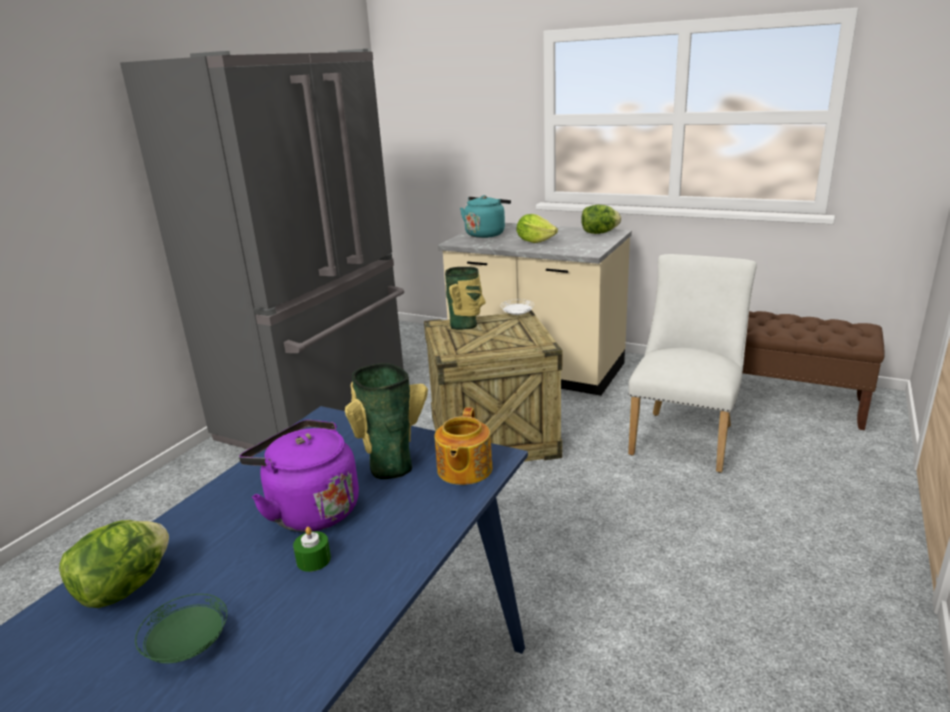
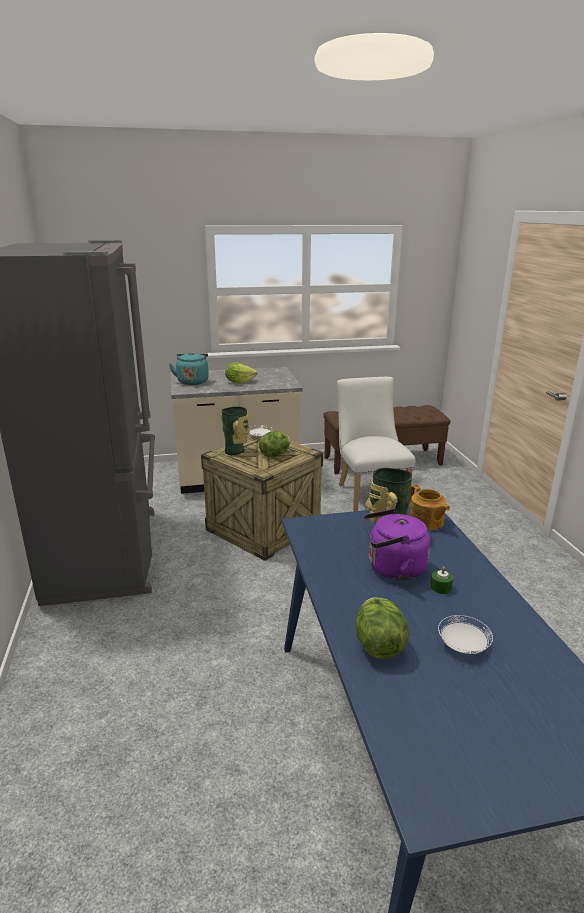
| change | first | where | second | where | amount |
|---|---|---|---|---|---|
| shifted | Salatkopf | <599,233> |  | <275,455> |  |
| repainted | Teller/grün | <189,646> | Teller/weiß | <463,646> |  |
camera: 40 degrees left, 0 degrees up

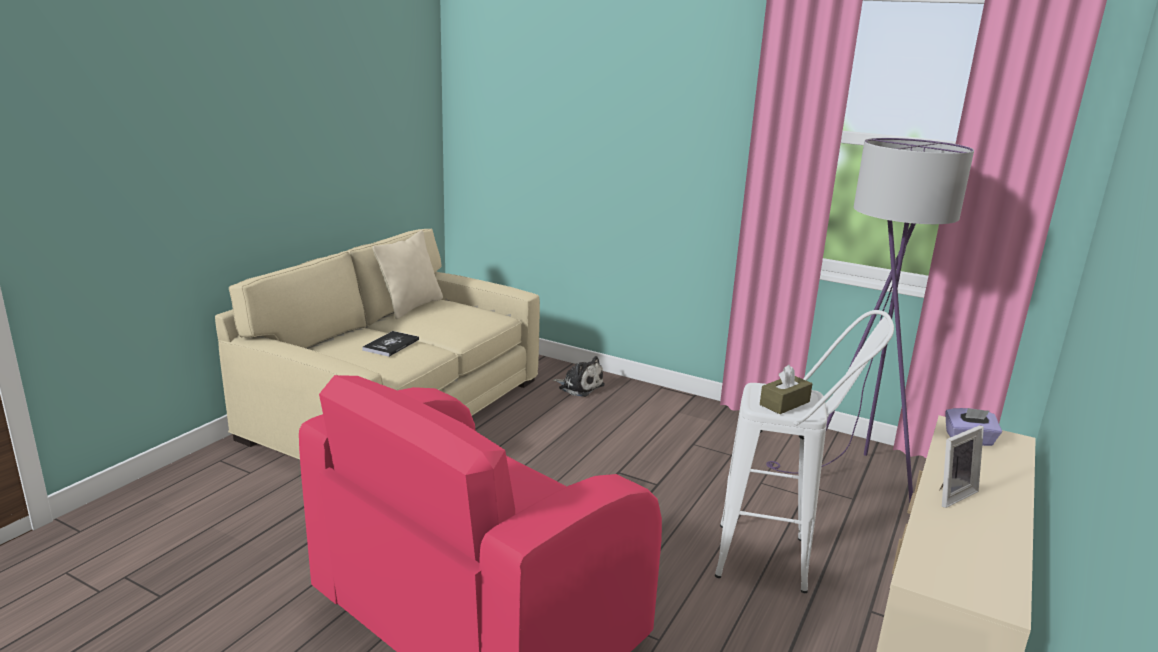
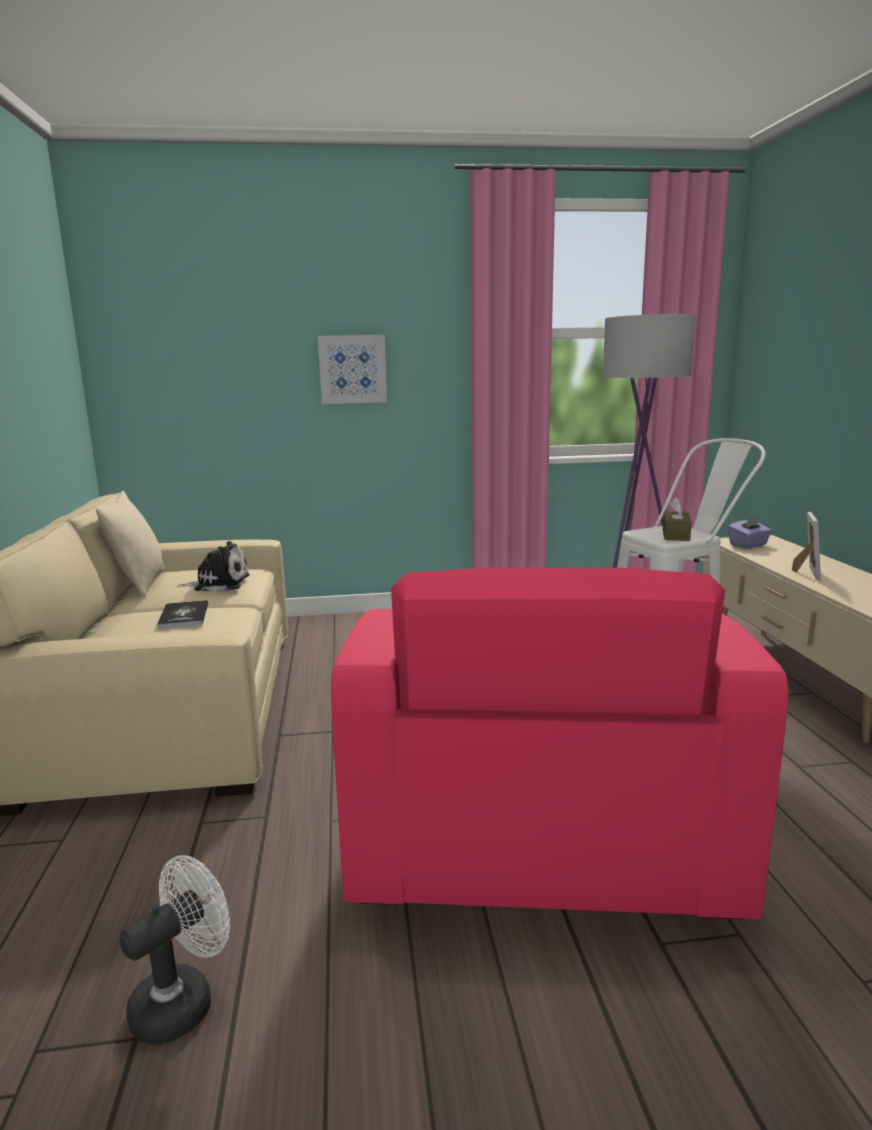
| change | first | where | second | where | amount |
|---|---|---|---|---|---|
| new |  |  | Ventilator/weiß | <183,1000> |  |
| shifted | Plüschtier | <579,386> |  | <218,584> |  |
| new |  |  | Bild | <352,369> |  |
camera: 35 degrees left, 5 degrees down

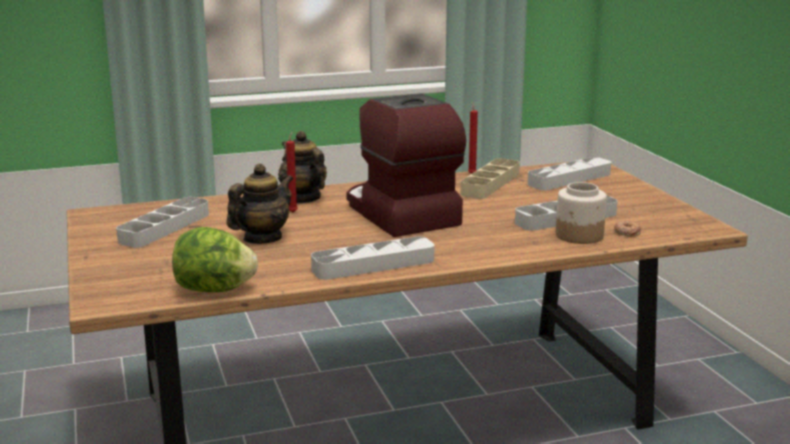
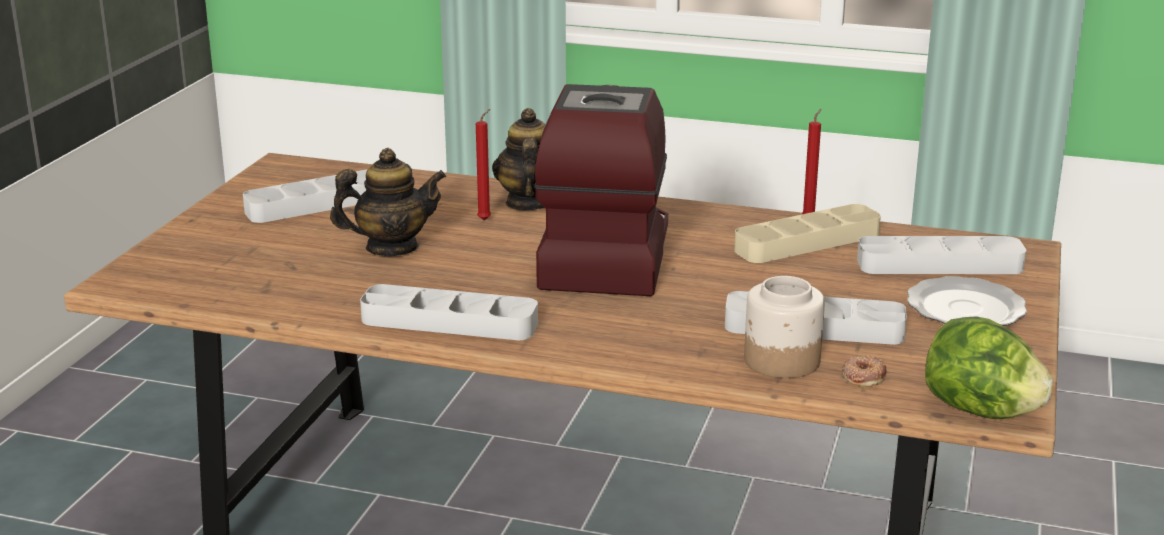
| change | first | where | second | where | amount |
|---|---|---|---|---|---|
| new |  |  | Teller | <963,308> |  |
| shifted | Salatkopf | <214,290> |  | <980,411> |  |
camera: 35 degrees right, 5 degrees up

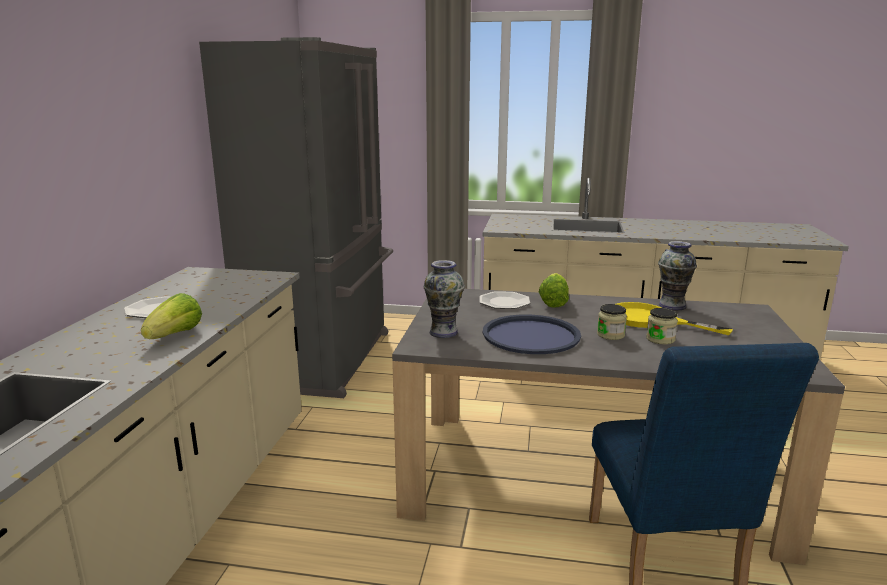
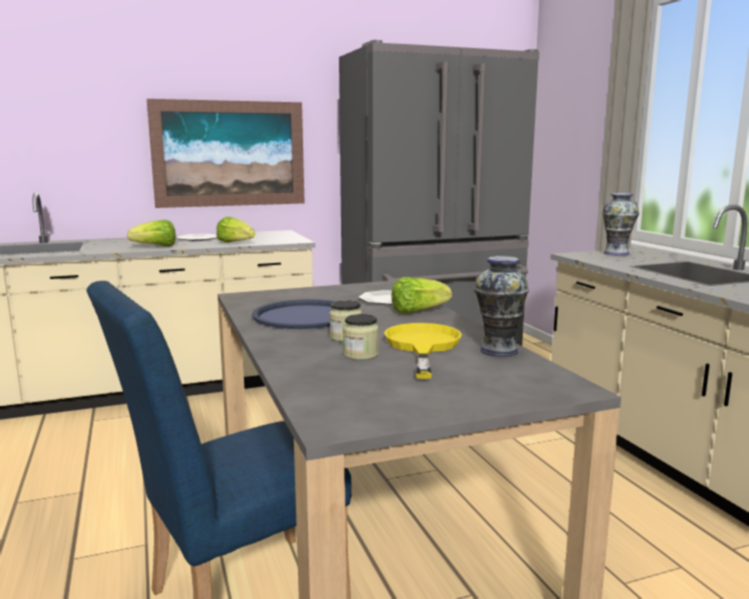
| change | first | where | second | where | amount |
|---|---|---|---|---|---|
| new |  |  | Bild | <229,154> |  |
| new |  |  | Salatkopf | <235,243> |  |
| shifted | Vase | <443,332> |  | <616,253> |  |
camera: 60 degrees right, 5 degrees down

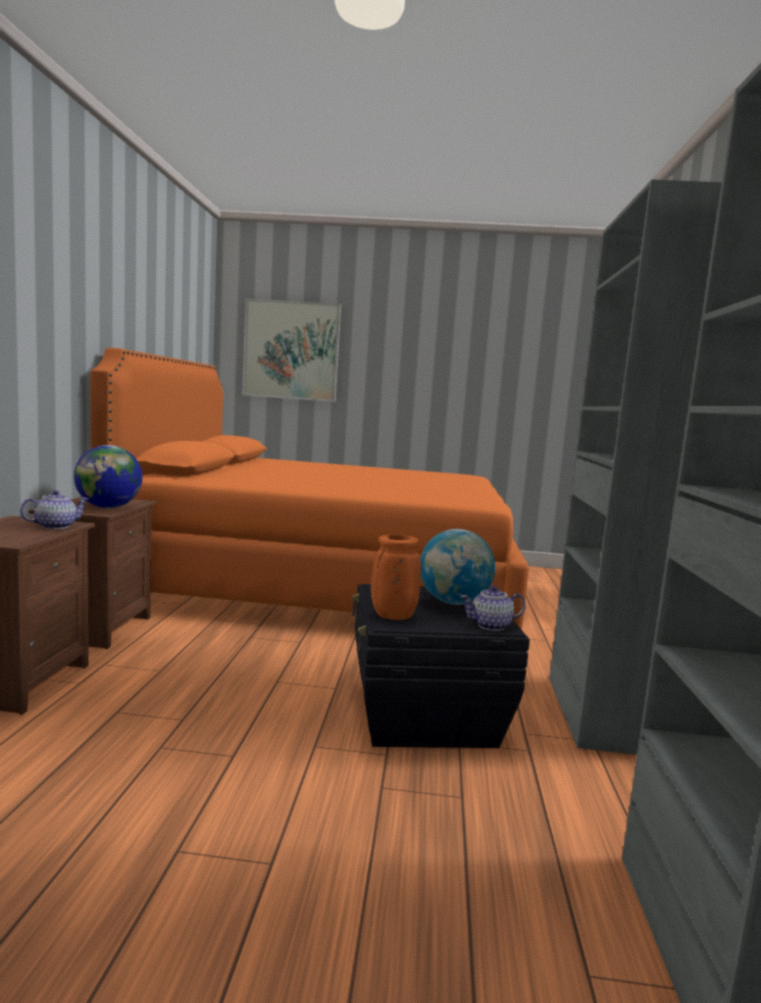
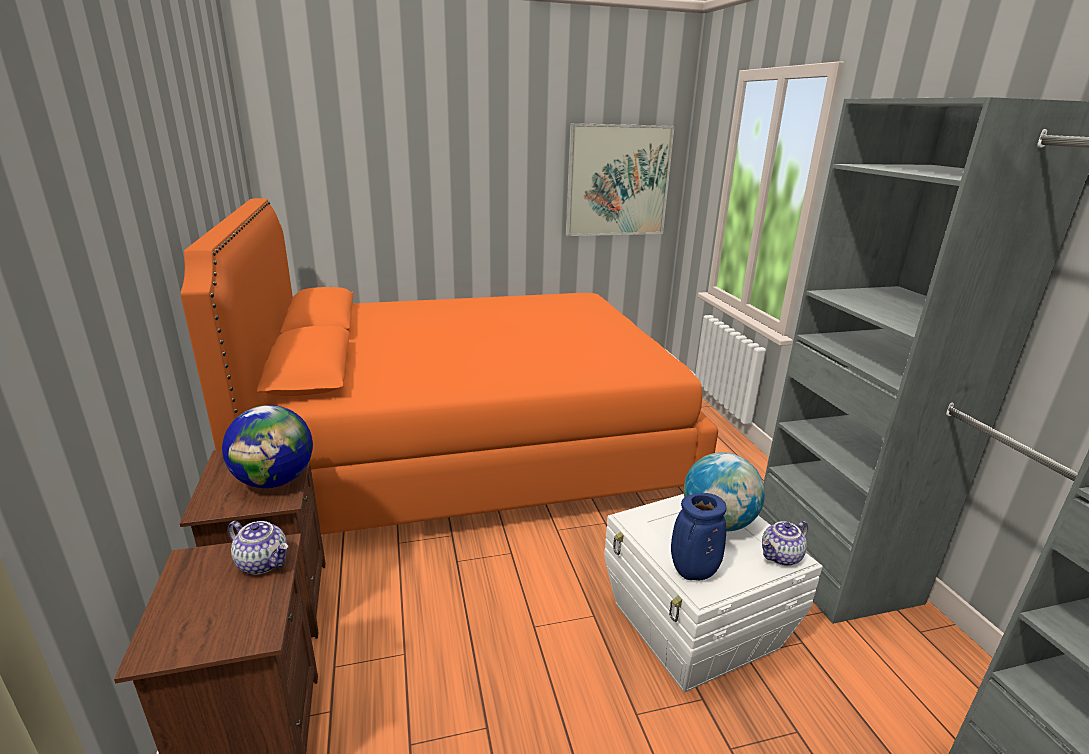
| change | first | where | second | where | amount |
|---|---|---|---|---|---|
| rotated | Teekanne | <56,526> |  | <263,562> | 90 degrees clockwise |
| shifted | Bild | <291,350> |  | <618,181> |  |
| repainted | Aufbewahrungsbox/schwarz | <424,715> | Aufbewahrungsbox/weiß | <694,627> |  |
| repainted | Vase/orange | <392,616> | Vase/blau | <693,573> |  |
camera: 20 degrees left, 15 degrees up

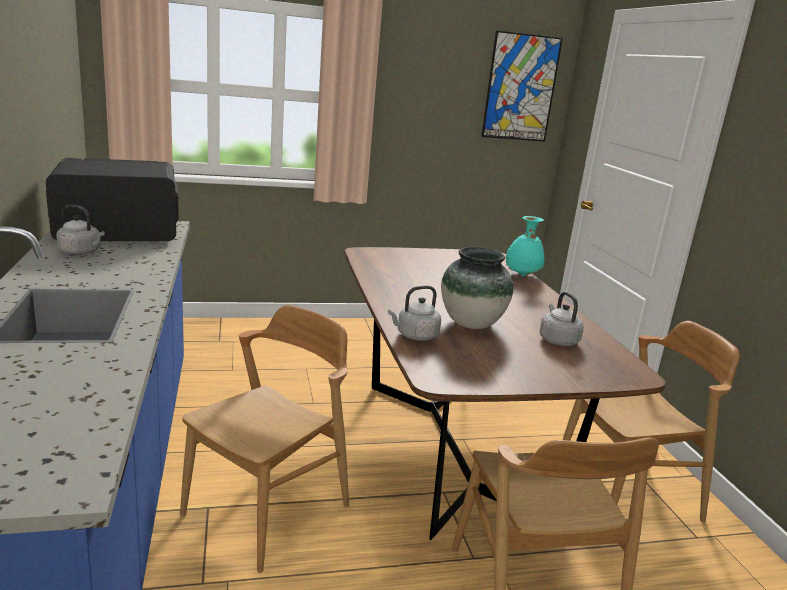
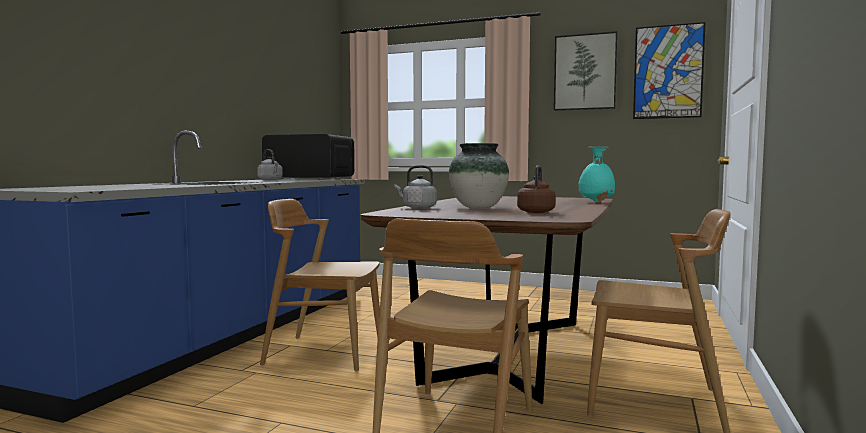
| change | first | where | second | where | amount |
|---|---|---|---|---|---|
| rotated | Stuhl/braun | <268,510> |  | <324,352> | 150 degrees counterclockwise |
| repainted | Wasserkessel/grau | <557,340> | Wasserkessel/braun | <536,212> |  |
| new |  |  | Bild | <585,72> |  |
camera: 35 degrees right, 15 degrees down

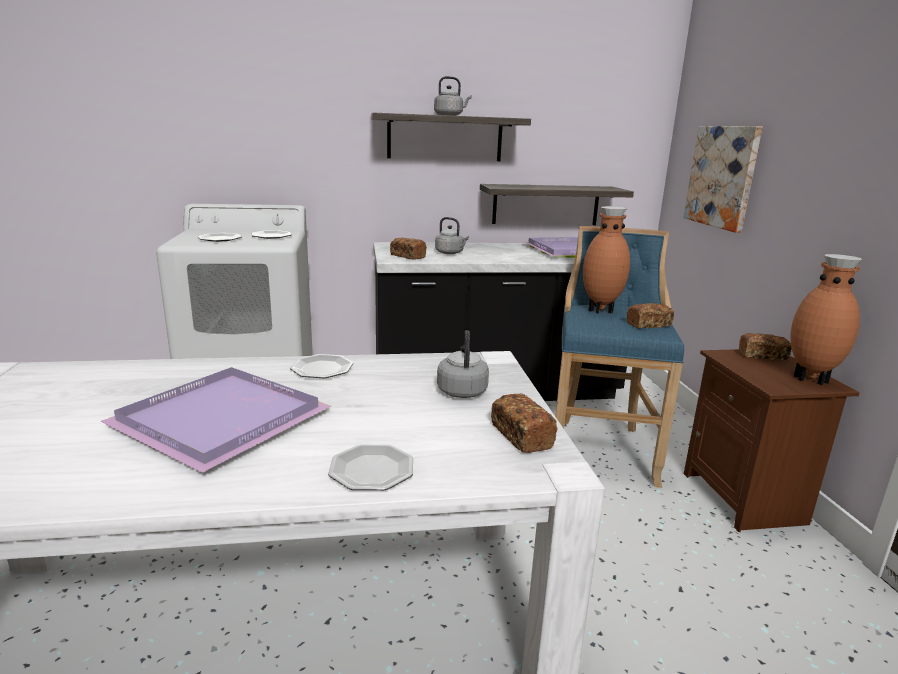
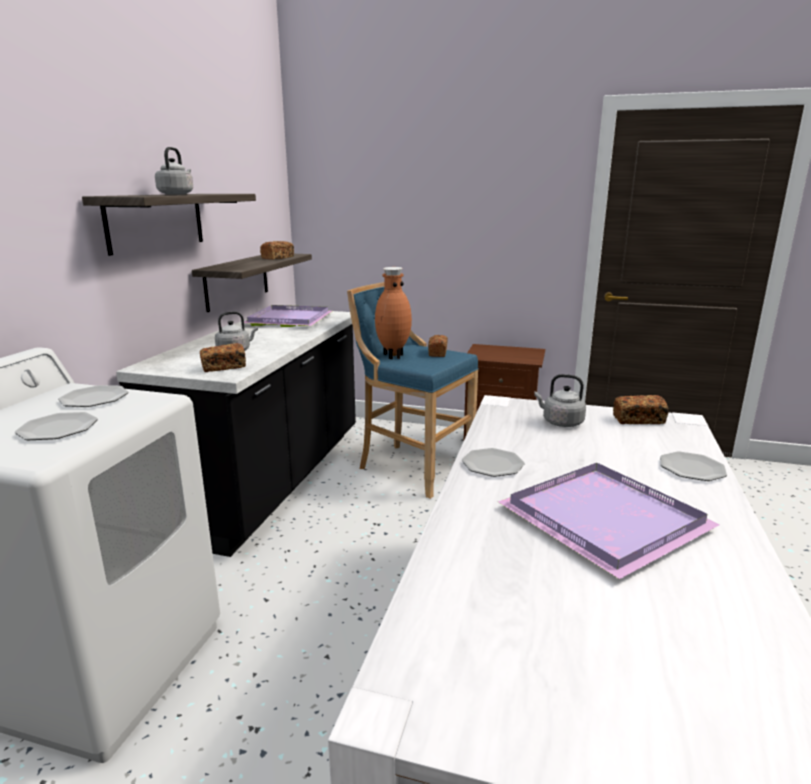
| change | first | where | second | where | amount |
|---|---|---|---|---|---|
| shifted | Brot | <762,356> |  | <277,258> |  |
| gone | Bild | <722,177> |  |  |  |
| gone | Vase/braun | <811,379> |  |  |  |
camera: 65 degrees left, 0 degrees up

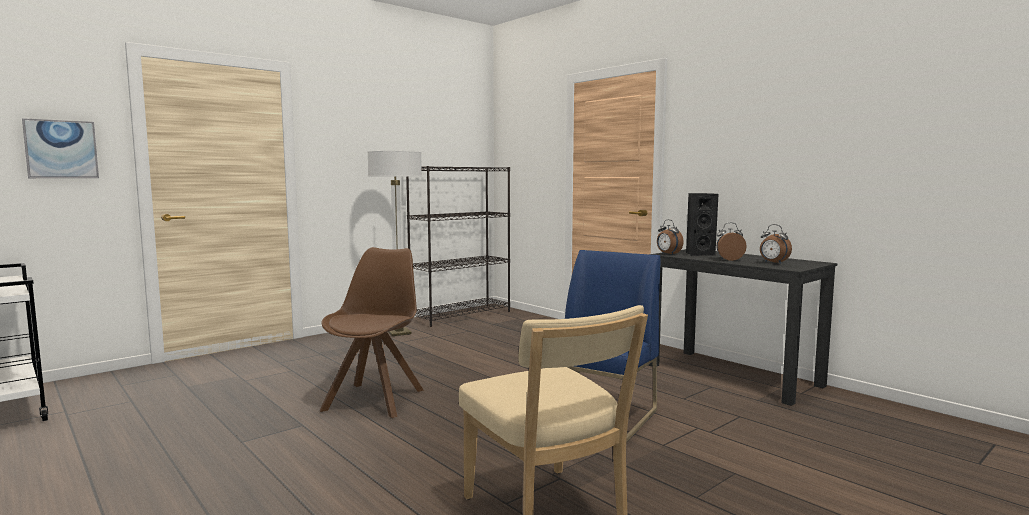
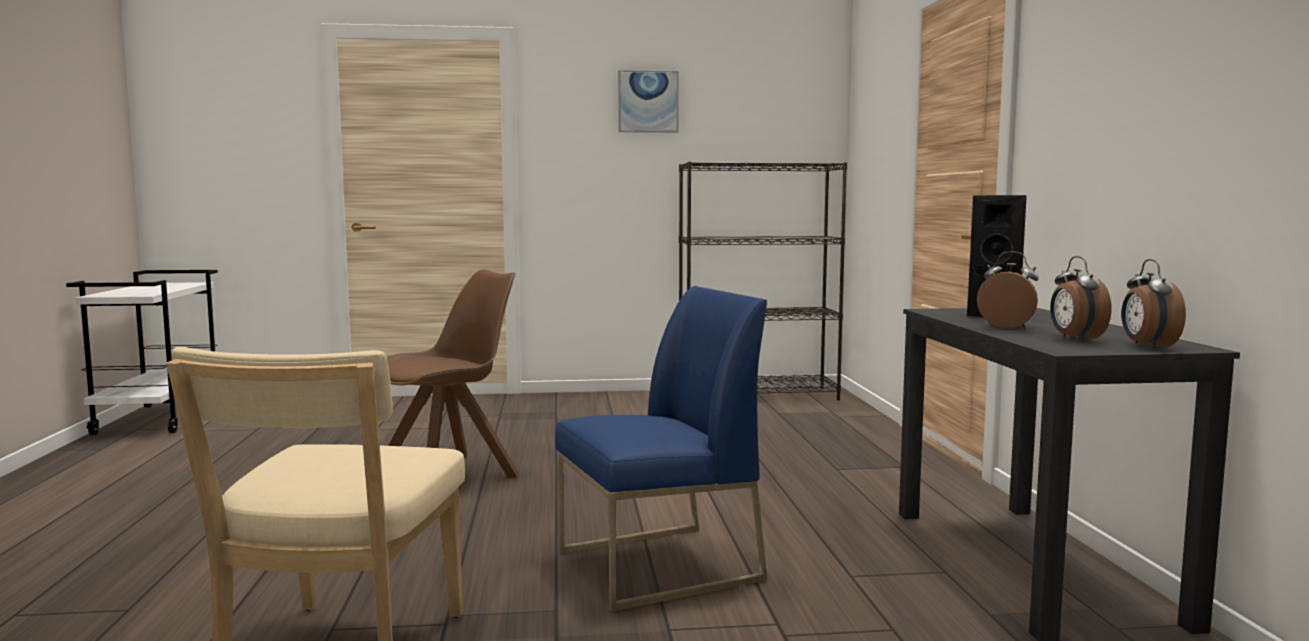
| change | first | where | second | where | amount |
|---|---|---|---|---|---|
| shifted | Bild | <61,149> |  | <648,102> |  |
| shifted | Wecker | <668,254> |  | <1147,346> |  |
| gone | Stehlampe | <399,333> |  |  |  |
camera: 35 degrees right, 0 degrees up

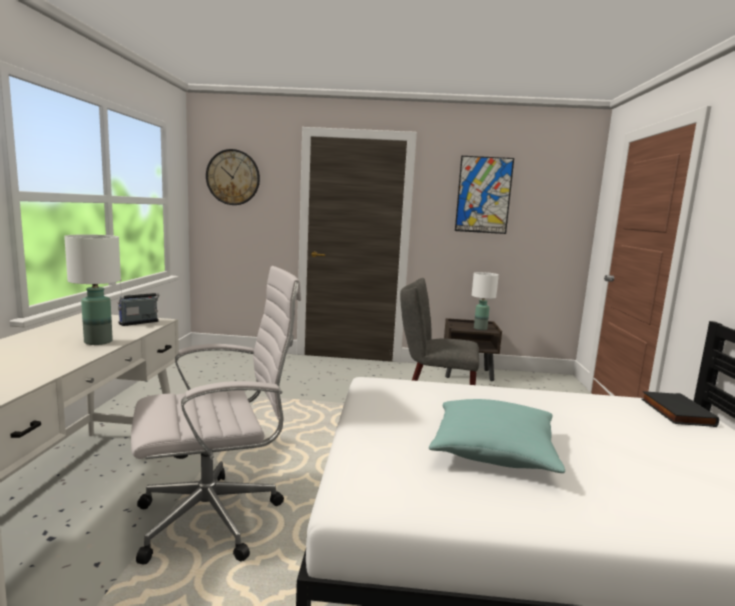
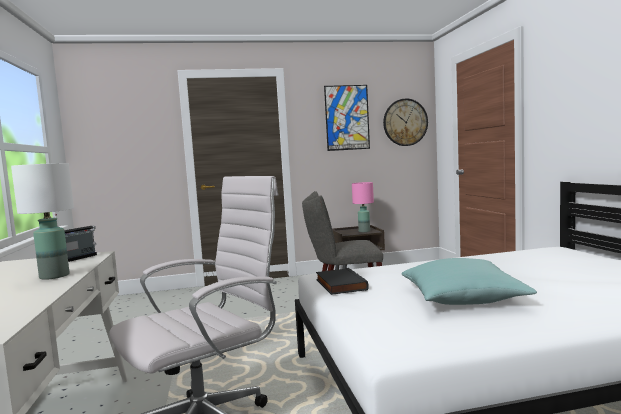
| change | first | where | second | where | amount |
|---|---|---|---|---|---|
| shifted | Buch/schwarz | <675,412> |  | <339,285> |  |
| repainted | Tischlampe/weiß | <480,328> | Tischlampe/rosa | <364,231> |  |
| shifted | Wanduhr | <233,177> |  | <405,122> |  |
camera: 15 degrees left, 5 degrees down

